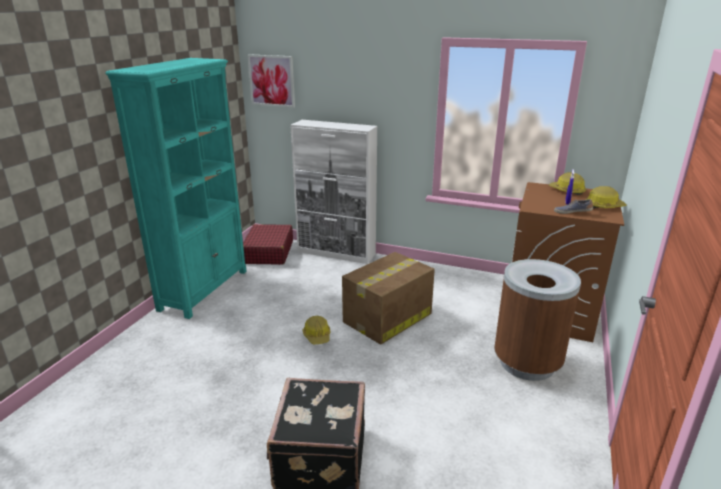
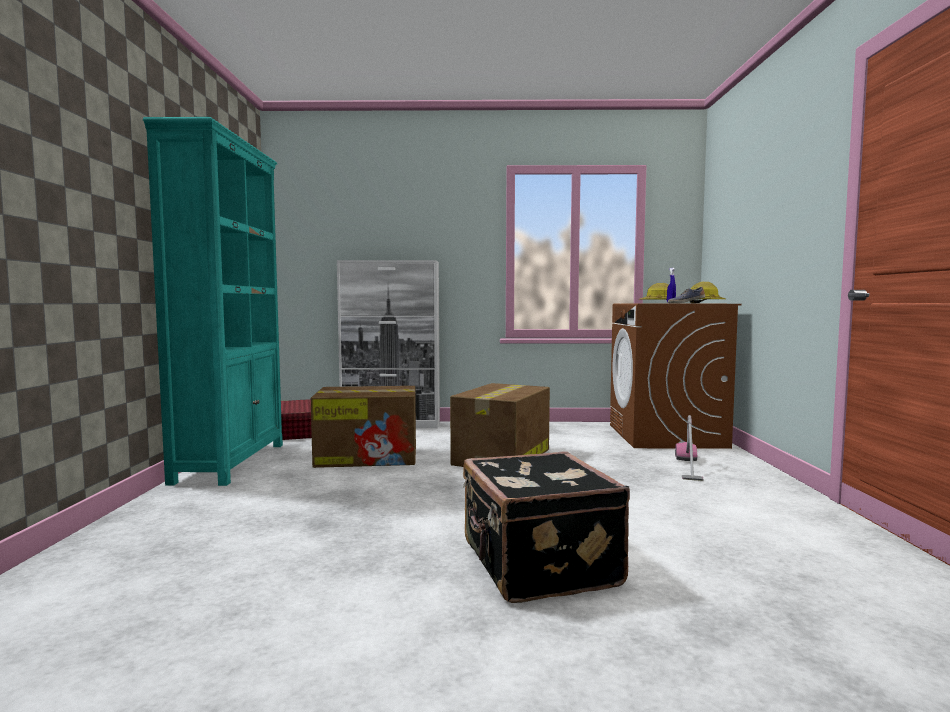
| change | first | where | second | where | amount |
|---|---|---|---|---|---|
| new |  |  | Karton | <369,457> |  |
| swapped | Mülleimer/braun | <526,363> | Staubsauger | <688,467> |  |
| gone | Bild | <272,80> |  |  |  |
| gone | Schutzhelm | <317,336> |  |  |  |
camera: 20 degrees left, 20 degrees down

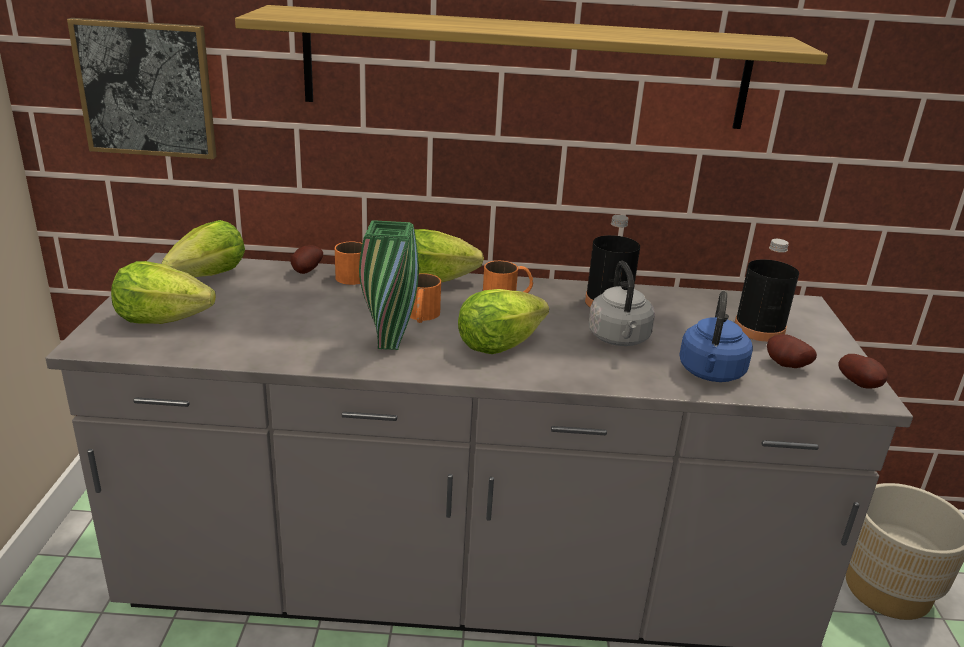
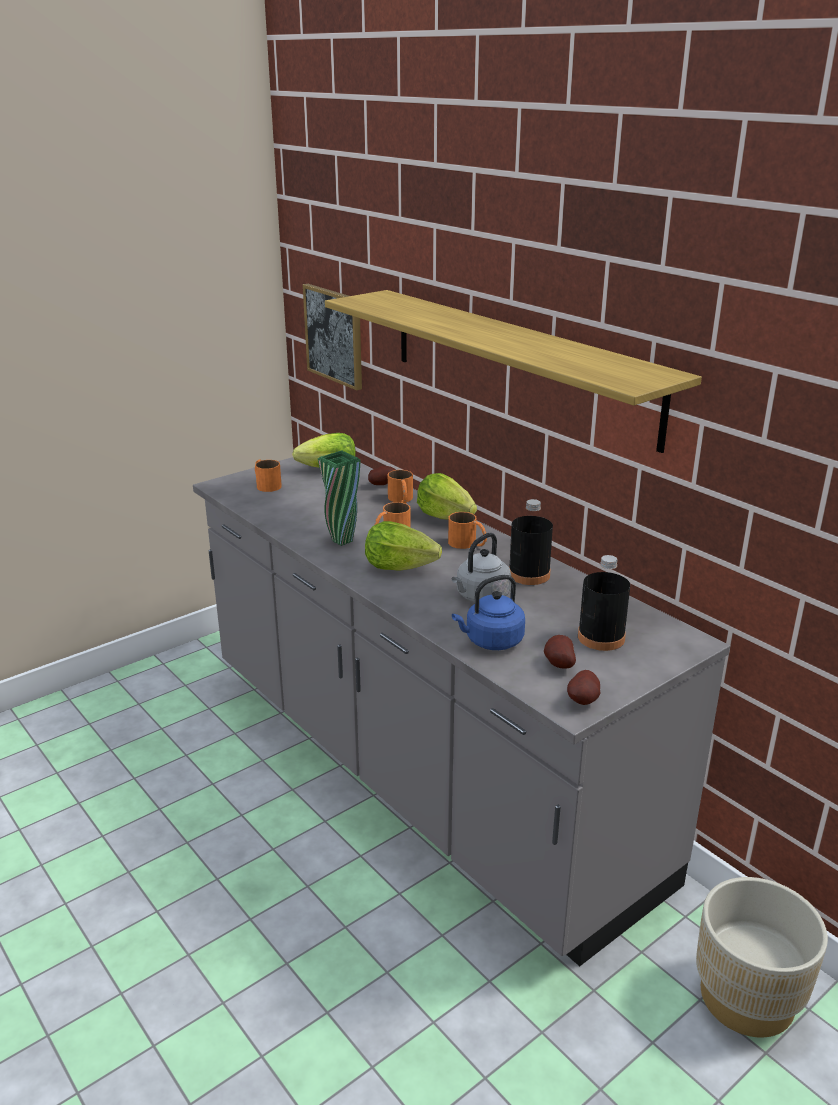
| change | first | where | second | where | amount |
|---|---|---|---|---|---|
| swapped | Salatkopf | <162,319> | Henkelbecher/orange | <266,484> |  |
camera: 50 degrees right, 0 degrees up

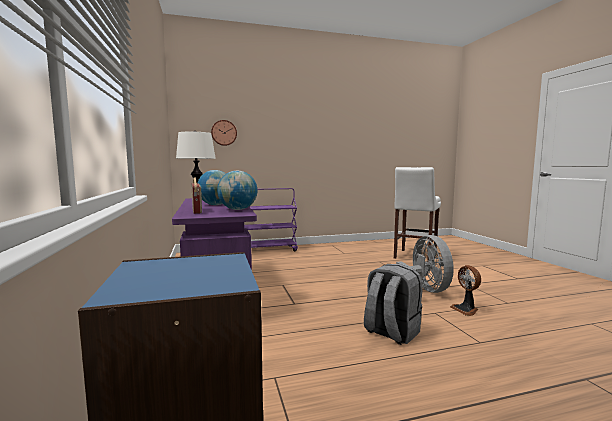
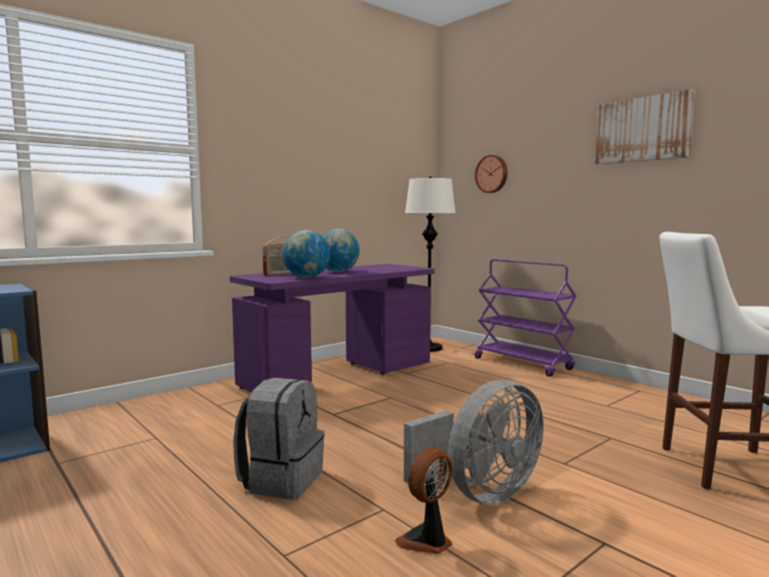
| change | first | where | second | where | amount |
|---|---|---|---|---|---|
| new |  |  | Bild | <642,129> |  |
camera: 65 degrees right, 0 degrees up

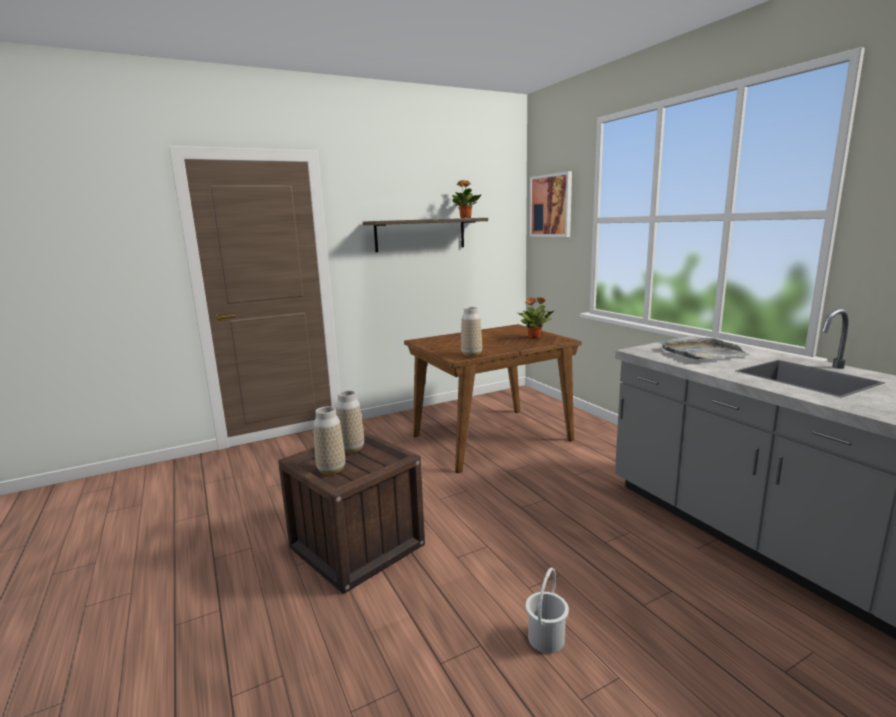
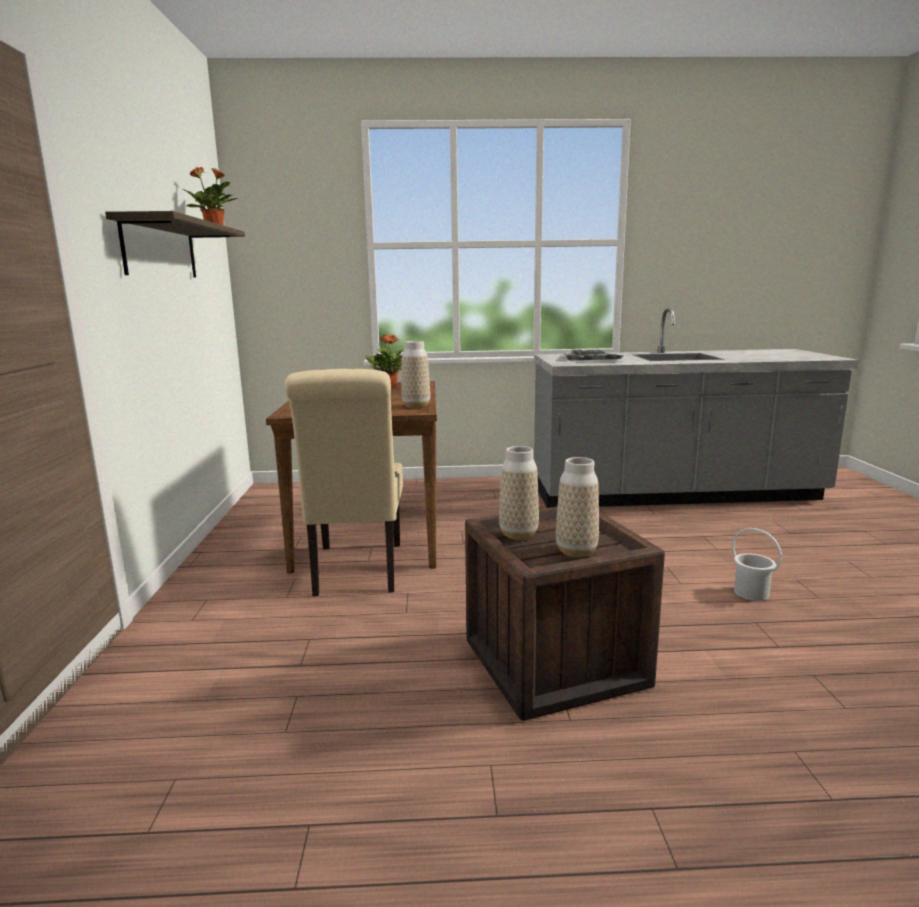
| change | first | where | second | where | amount |
|---|---|---|---|---|---|
| new |  |  | Stuhl/beige | <357,571> |  |
| gone | Bild | <551,206> |  |  |  |
camera: 65 degrees left, 0 degrees up

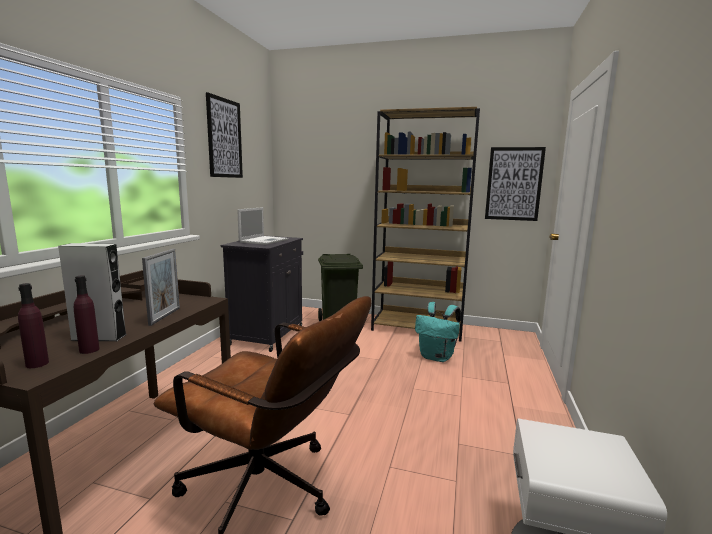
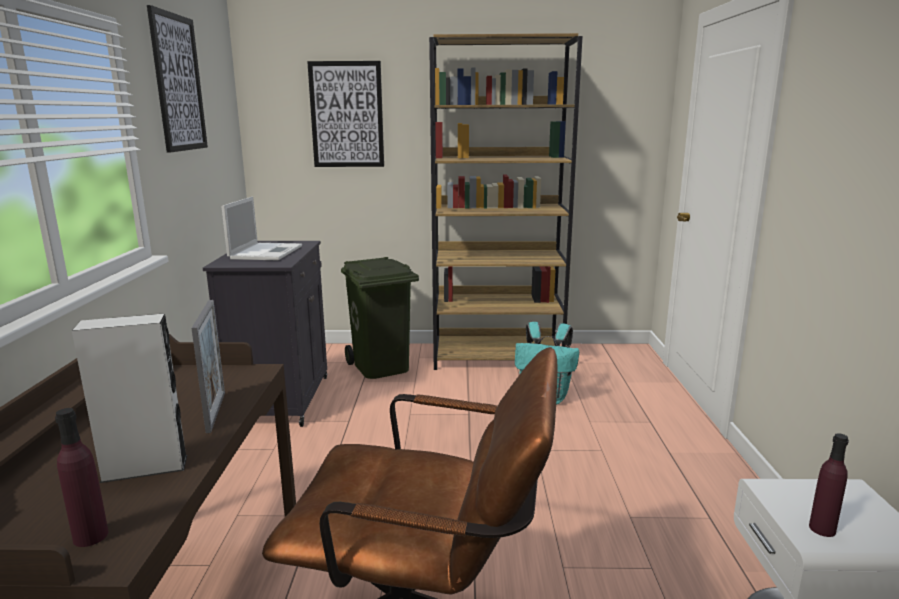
| change | first | where | second | where | amount |
|---|---|---|---|---|---|
| shifted | Bild | <514,184> |  | <347,115> |  |
| shifted | Flasche/lila | <89,350> |  | <822,529> |  |
camera: 15 degrees left, 5 degrees up

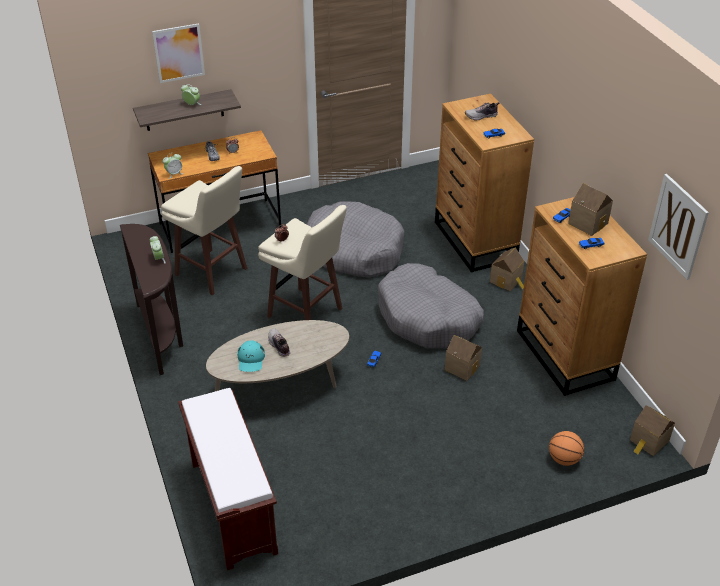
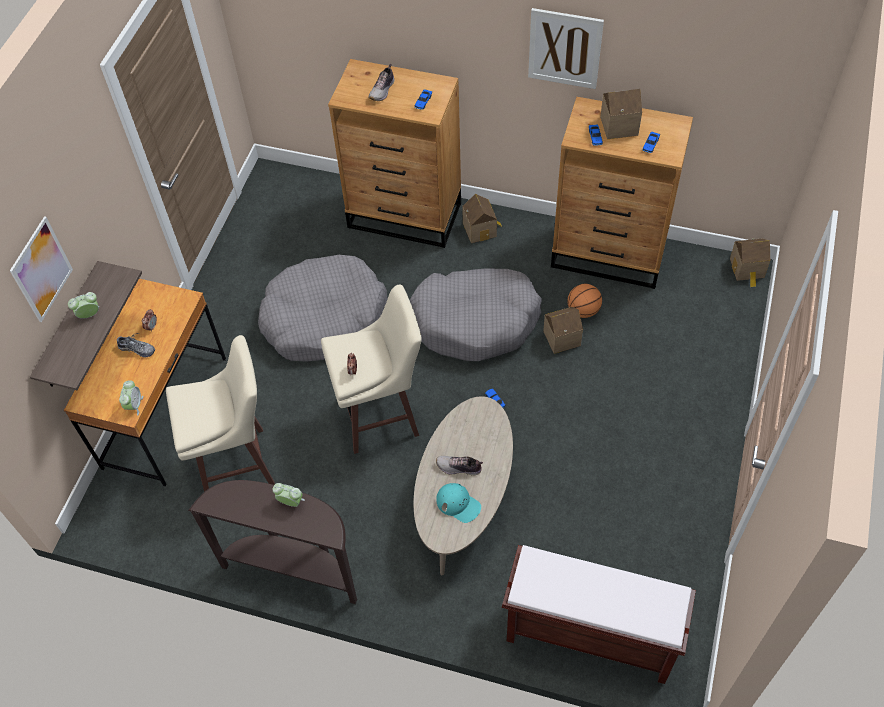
| change | first | where | second | where | amount |
|---|---|---|---|---|---|
| shifted | Bild | <678,226> |  | <564,48> |  |
| shifted | Basketball | <564,459> |  | <583,310> |  |
camera: 50 degrees left, 15 degrees up

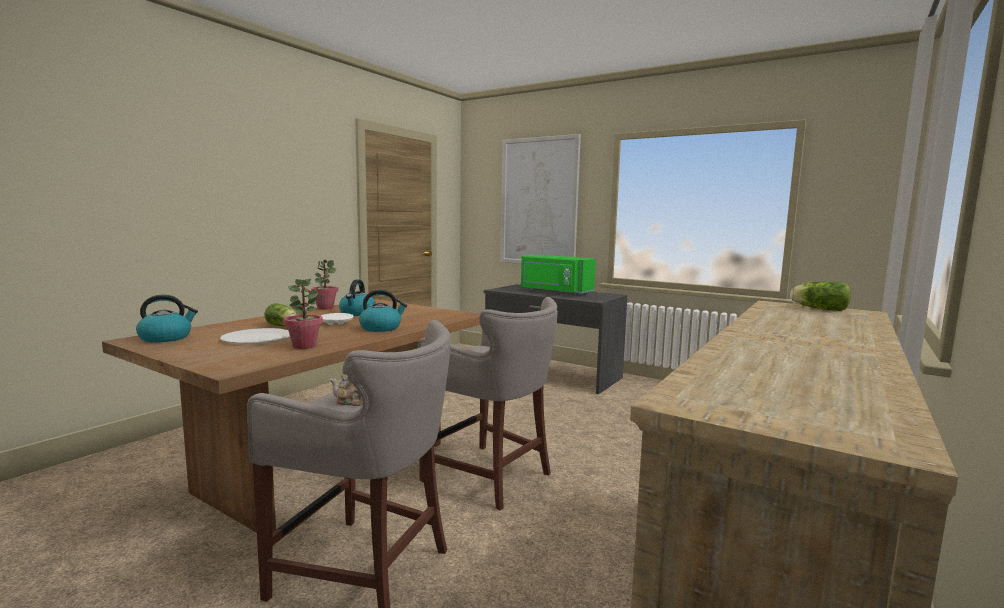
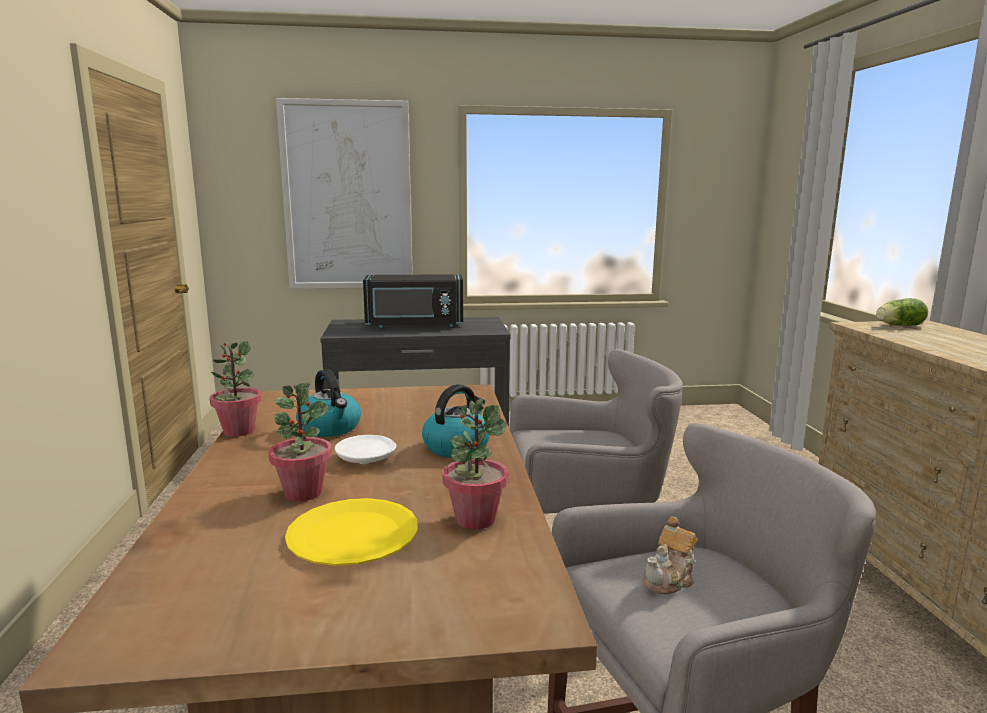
| change | first | where | second | where | amount |
|---|---|---|---|---|---|
| swapped | Salatkopf | <283,326> | Topfpflanze | <303,493> |  |
| repainted | Teller/weiß | <257,338> | Teller/gelb | <353,535> |  |
| repainted | Mikrowelle/grün | <554,291> | Mikrowelle/schwarz | <414,325> |  |
| gone | Wasserkessel | <166,338> |  |  |  |
camera: 40 degrees left, 5 degrees up

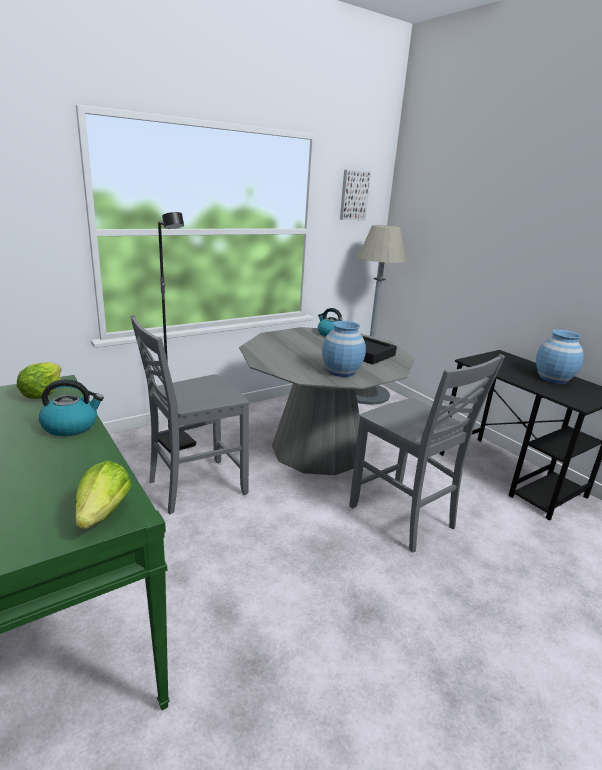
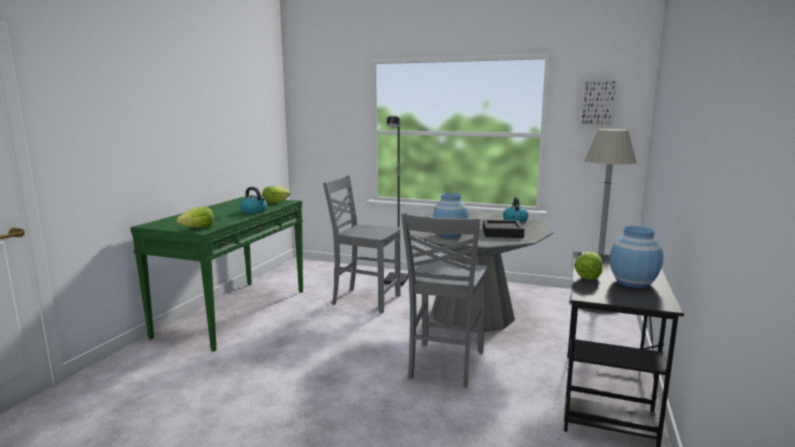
| change | first | where | second | where | amount |
|---|---|---|---|---|---|
| new |  |  | Salatkopf | <588,276> |  |
camera: 55 degrees right, 10 degrees down

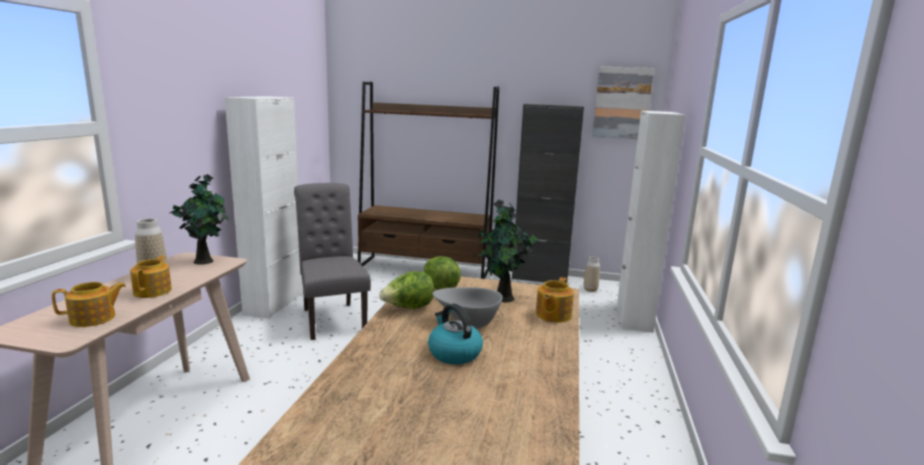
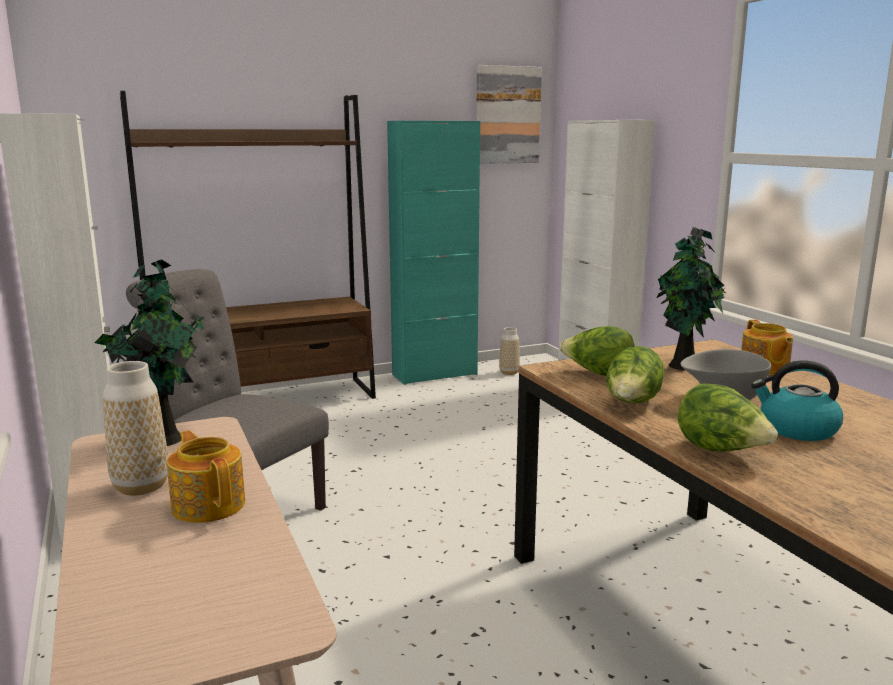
| change | first | where | second | where | amount |
|---|---|---|---|---|---|
| repainted | Schrank/schwarz | <539,278> | Schrank/türkis | <434,374> |  |
| new |  |  | Salatkopf | <721,451> |  |
| gone | Teekanne | <94,319> |  |  |  |
camera: 35 degrees left, 0 degrees up

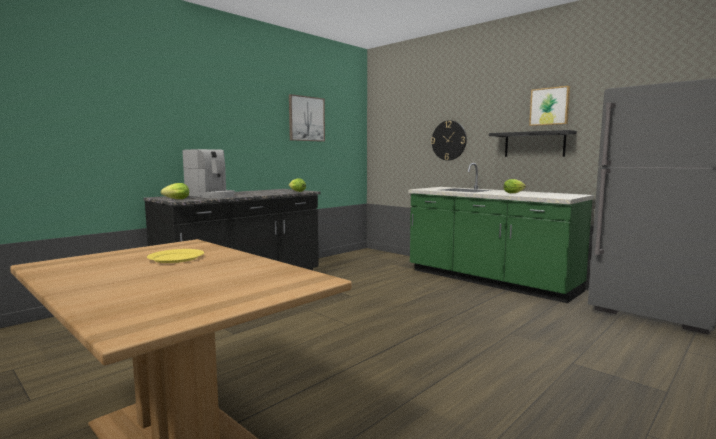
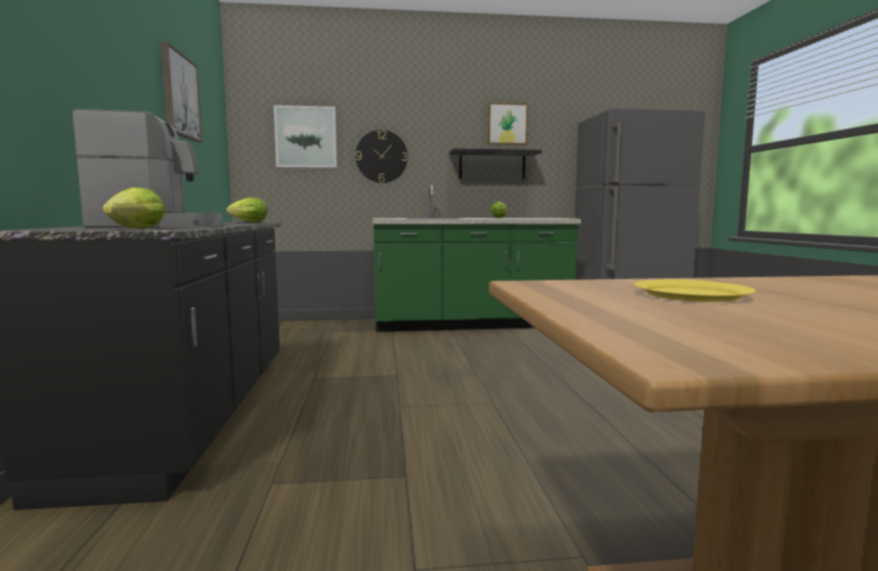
| change | first | where | second | where | amount |
|---|---|---|---|---|---|
| new |  |  | Bild | <306,137> |  |
camera: 50 degrees left, 0 degrees up

